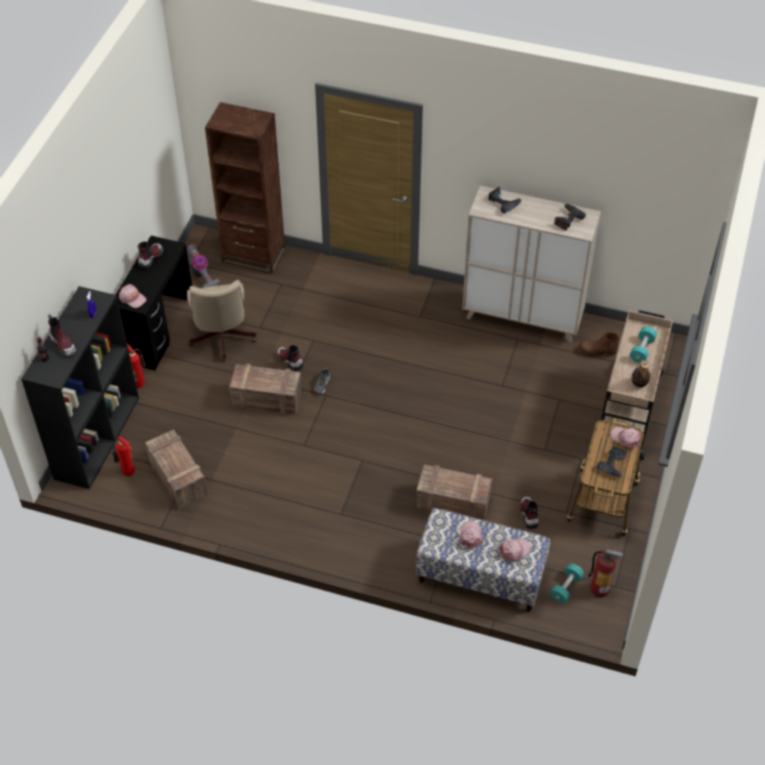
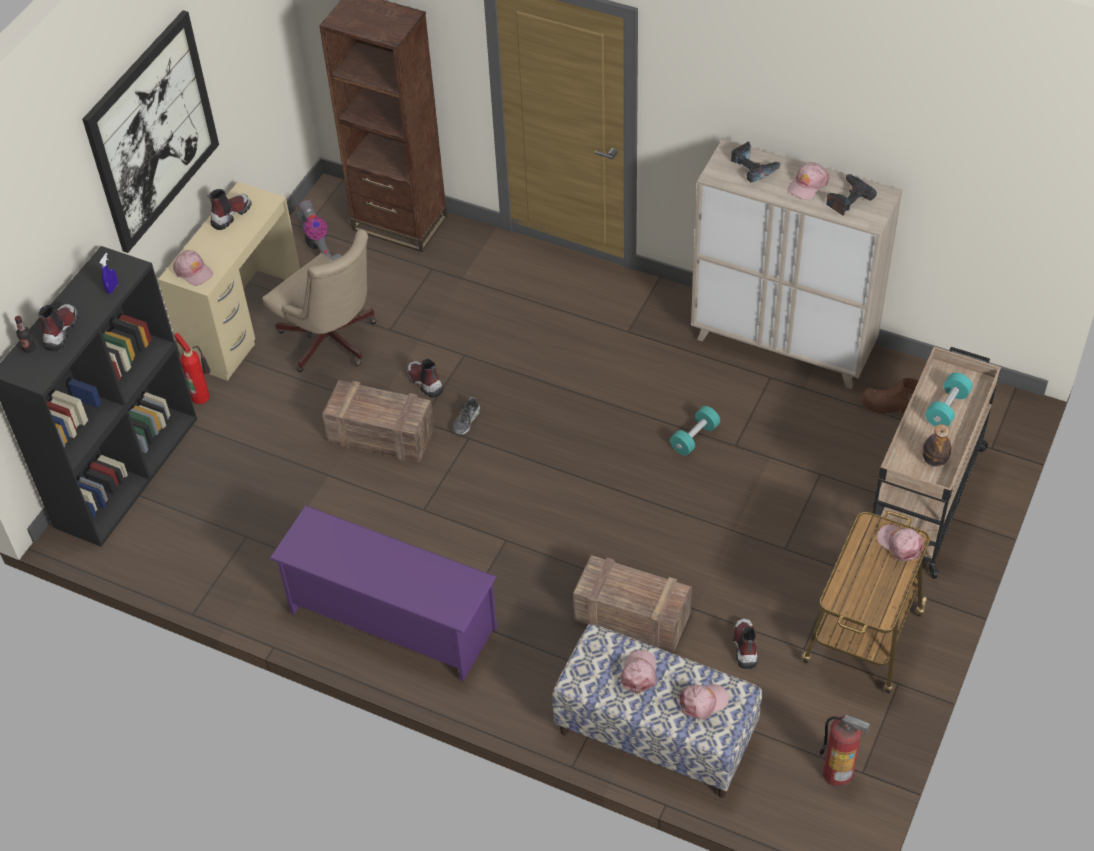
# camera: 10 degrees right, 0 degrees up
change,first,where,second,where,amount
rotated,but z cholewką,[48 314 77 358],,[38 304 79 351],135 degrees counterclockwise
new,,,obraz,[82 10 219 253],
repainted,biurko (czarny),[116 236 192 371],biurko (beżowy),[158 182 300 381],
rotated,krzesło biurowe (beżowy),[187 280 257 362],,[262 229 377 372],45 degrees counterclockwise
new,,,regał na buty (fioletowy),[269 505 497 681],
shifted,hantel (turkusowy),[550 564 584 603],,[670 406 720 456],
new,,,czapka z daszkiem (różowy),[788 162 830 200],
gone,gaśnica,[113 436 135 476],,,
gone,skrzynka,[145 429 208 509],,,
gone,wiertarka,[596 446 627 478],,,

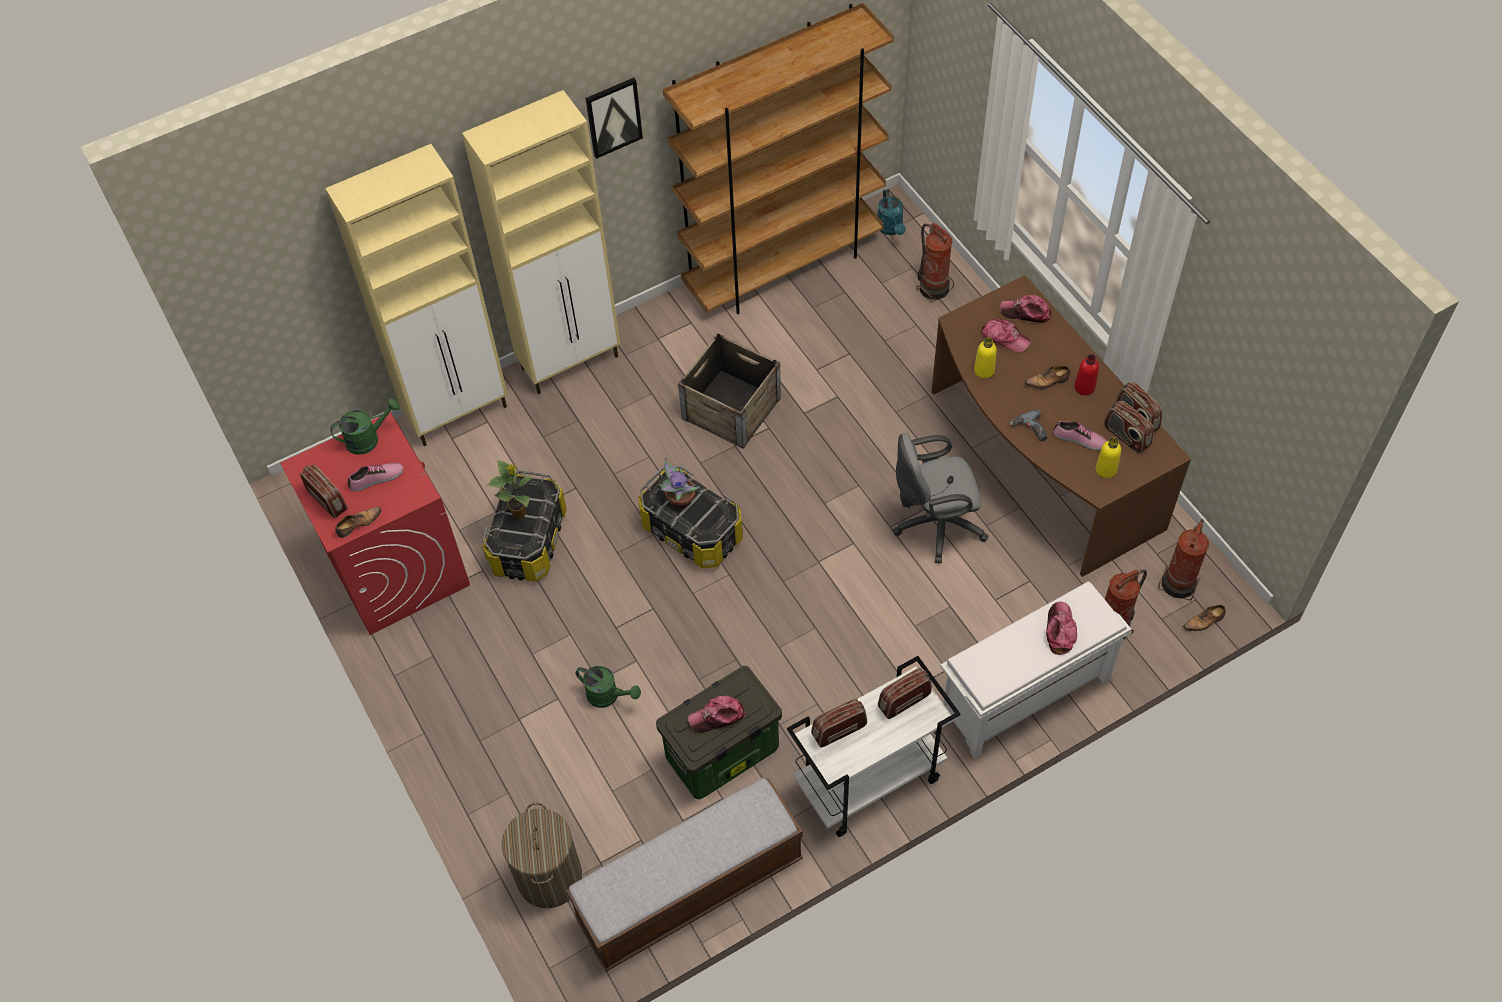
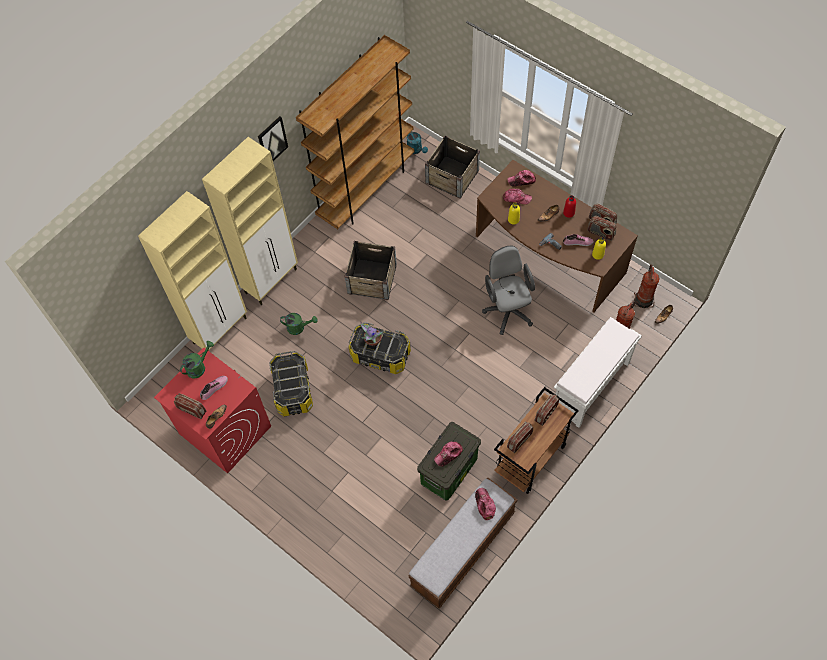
# camera: 20 degrees left, 5 degrees up
change,first,where,second,where,amount
shifted,konewka (zielony),[576 666 641 708],,[280 313 318 335],
swapped,gaśnica,[916 223 954 302],skrzynka,[425 136 480 199],
shifted,czapka z daszkiem,[1046 602 1077 655],,[475 488 496 520],
rotated,krzesło biurowe (szary),[893 433 988 563],,[482 246 535 335],105 degrees clockwise
repainted,wózek (biały),[787 656 960 837],wózek (brązowy),[494 387 579 494],
gone,roślina doniczkowa,[488 460 534 519],,,
gone,kosz na pranie,[502 803 582 908],,,

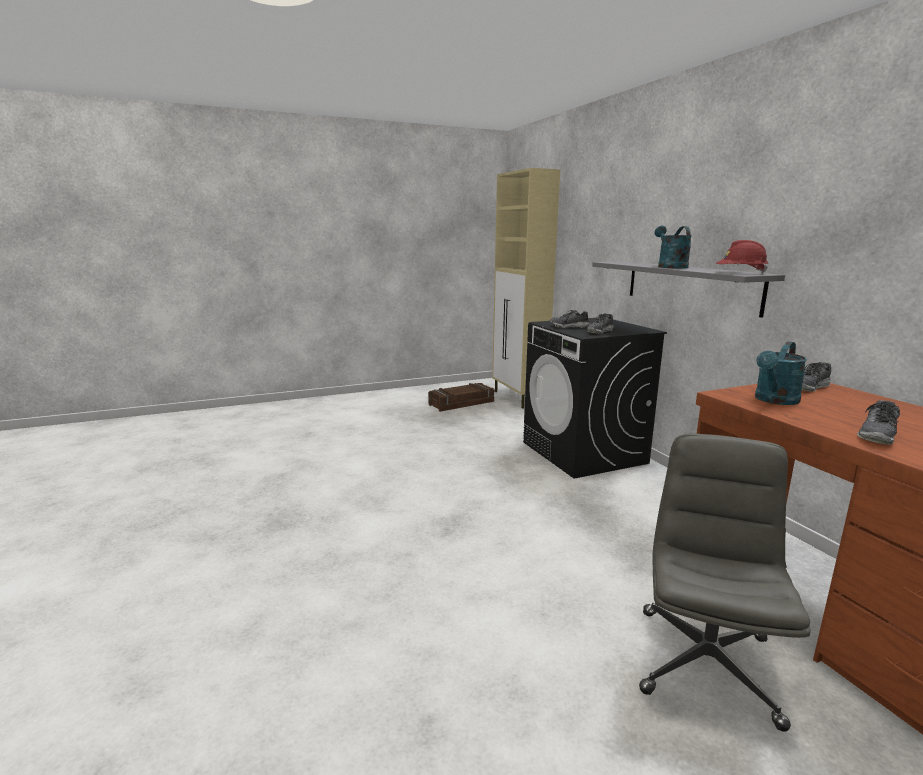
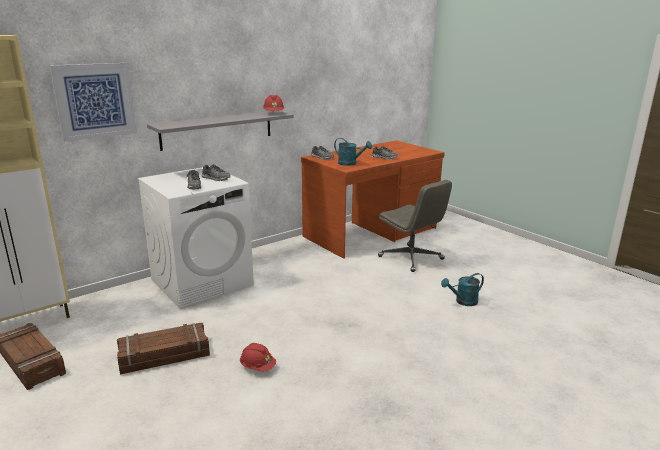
# camera: 105 degrees left, 5 degrees up
change,first,where,second,where,amount
new,,,obraz,[49 63 137 142],
new,,,skrzynka,[117 323 210 374],
repainted,pralka (czarny),[523 318 667 479],pralka (biały),[138 166 254 309],
new,,,kask (czerwony),[240 343 276 371],
rotated,krzesło biurowe (szary),[639 433 810 732],,[378 180 452 272],135 degrees counterclockwise
shifted,konewka (turkusowy),[654 226 692 269],,[441 273 484 306],

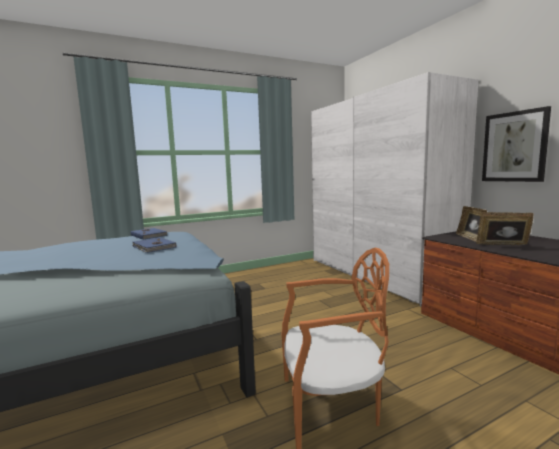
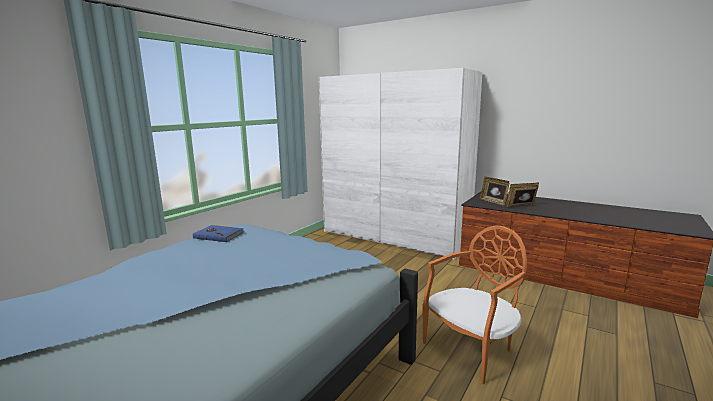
# camera: 30 degrees left, 5 degrees up
change,first,where,second,where,amount
gone,książka (niebieski),[133 237 176 253],,,
gone,obraz,[482 106 551 182],,,

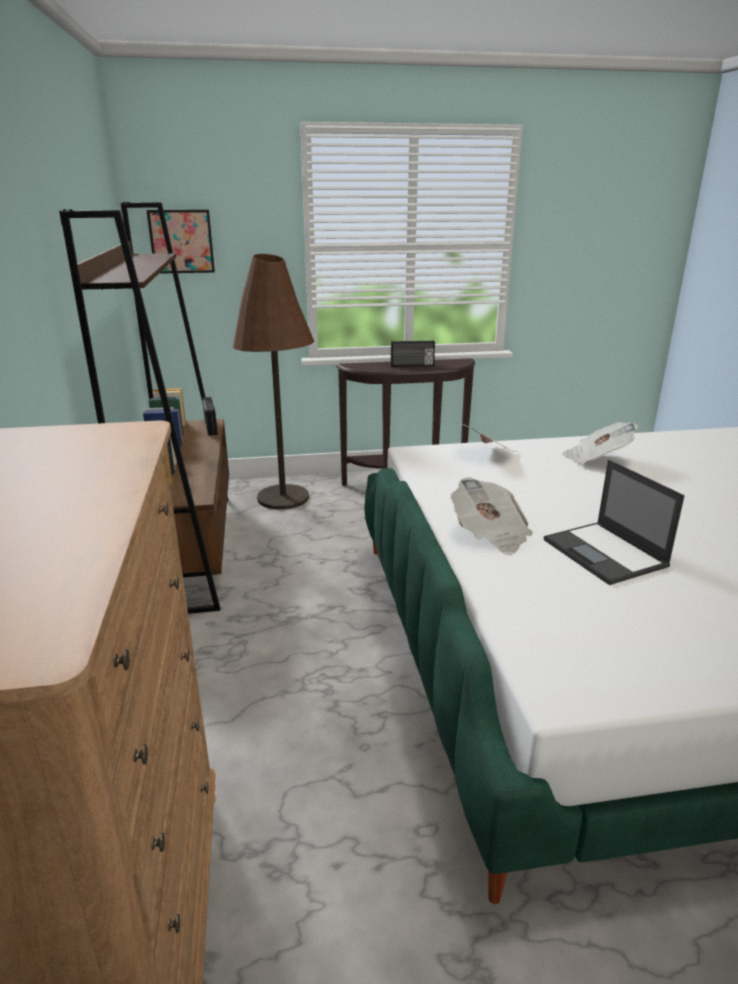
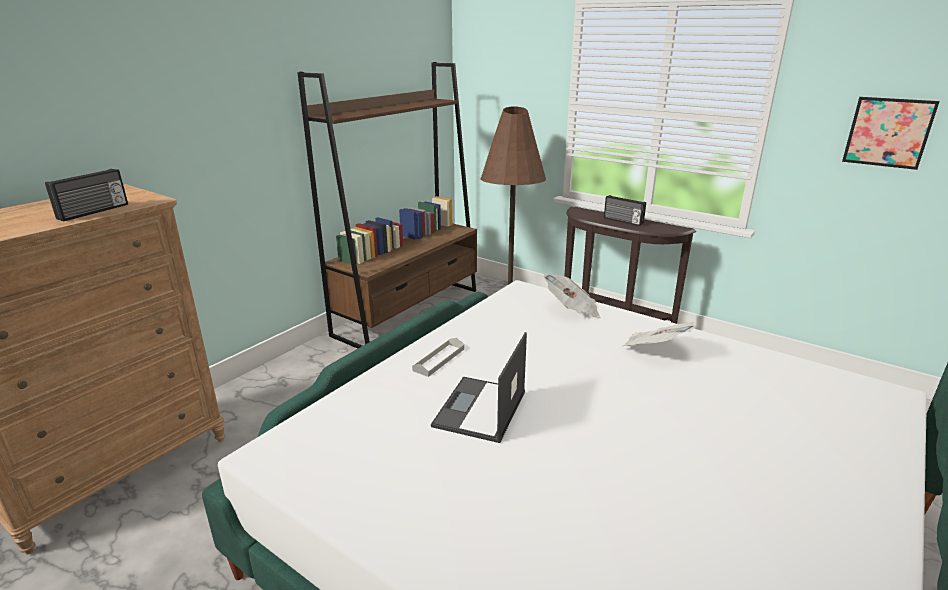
# camera: 45 degrees right, 0 degrees up
change,first,where,second,where,amount
shifted,radio,[202 397 218 436],,[45 169 128 221],
swapped,gazeta,[451 477 533 556],taca (szary),[412 338 464 377],
shifted,obraz,[146 210 215 274],,[842 97 940 170],

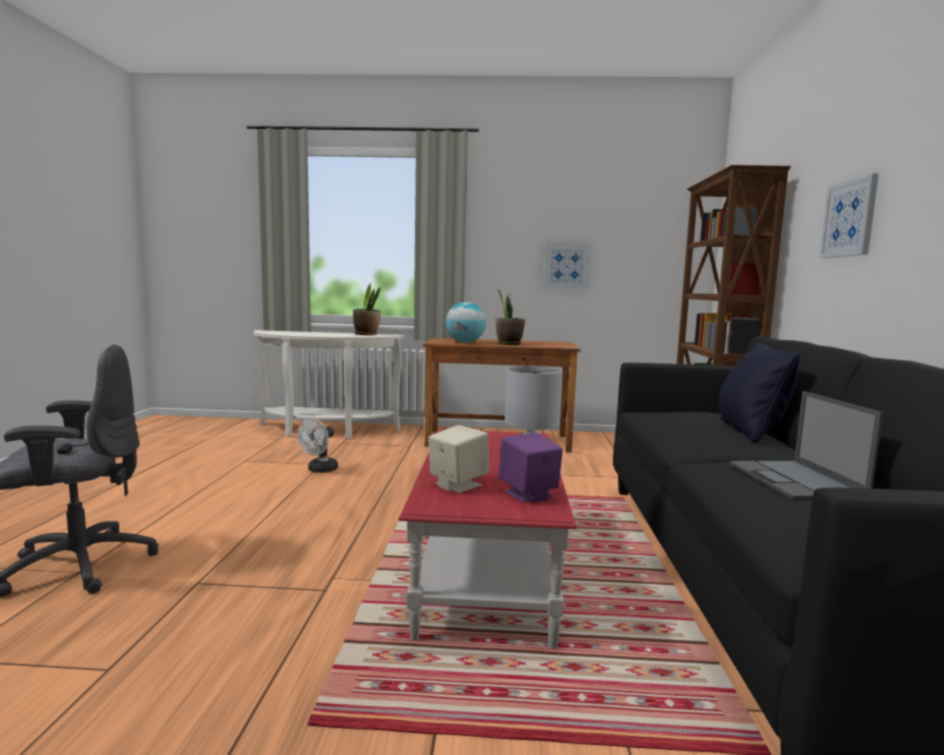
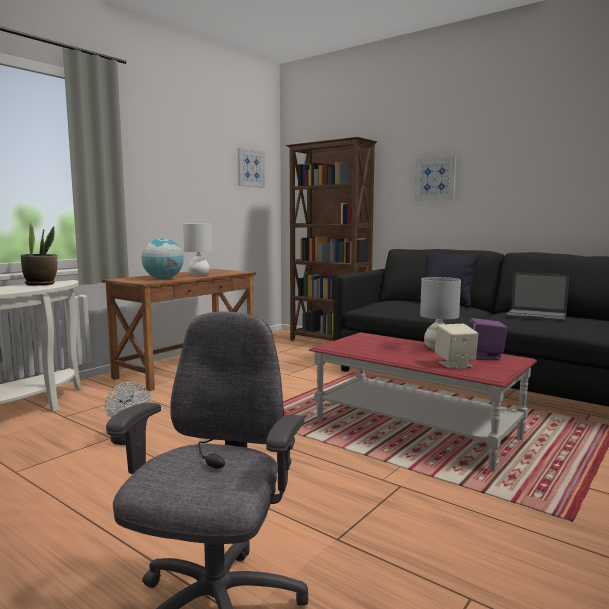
# camera: 55 degrees left, 0 degrees up
change,first,where,second,where,amount
swapped,roślina doniczkowa,[495 289 525 345],lampa stołowa (biały),[183 224 212 276],
shifted,obraz,[543 243 591 289],,[238 148 265 187],

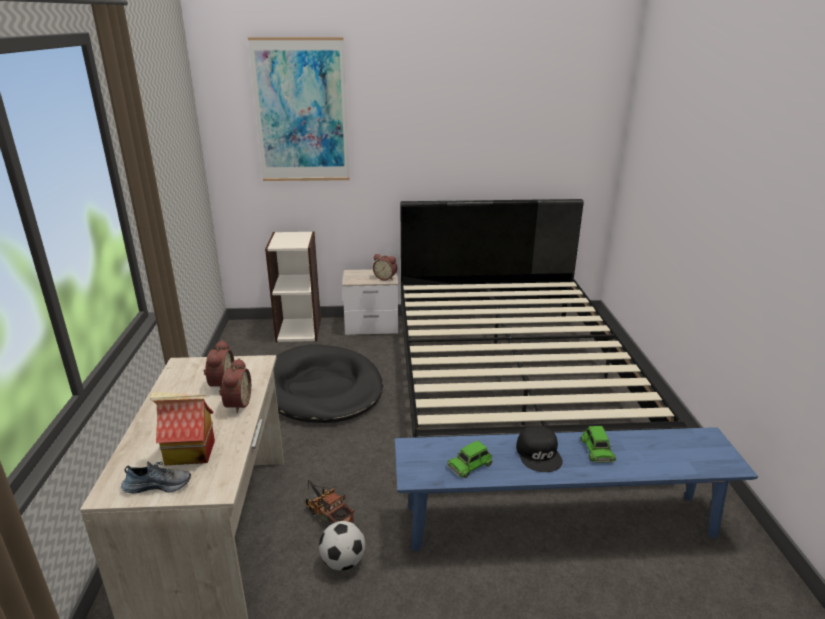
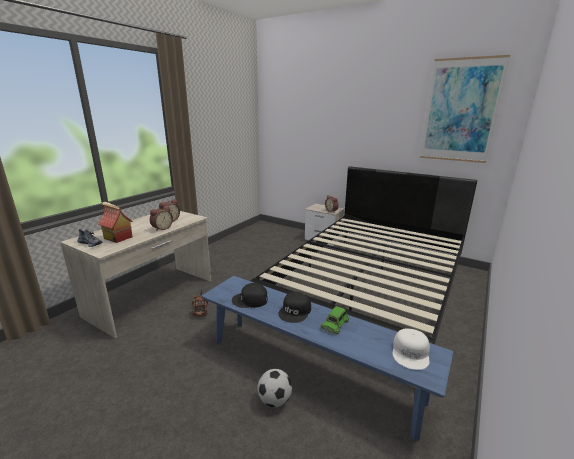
# camera: 35 degrees right, 5 degrees down
change,first,where,second,where,amount
swapped,samochodzik (zielony),[447 441 493 478],czapka z daszkiem (czarny),[232 283 268 308],
shifted,piłka futbolowa,[319 521 365 571],,[257 369 292 407],
new,,,czapka z daszkiem (biały),[393 329 430 370],
shifted,obraz,[248 37 350 181],,[420 55 510 163],
gone,regał,[265 231 321 342],,,
gone,legowisko (czarny),[273 344 383 423],,,

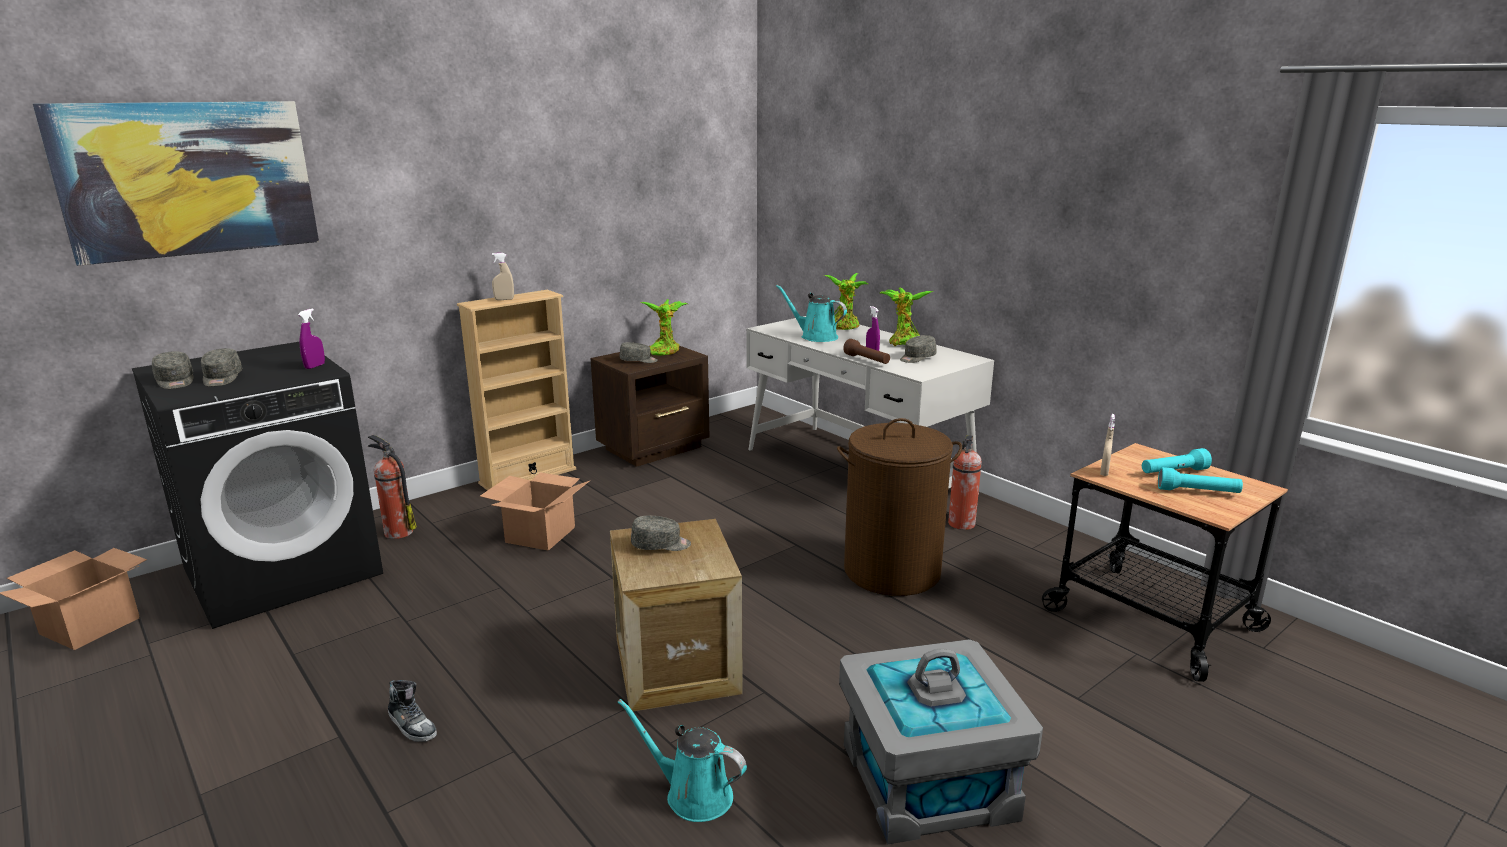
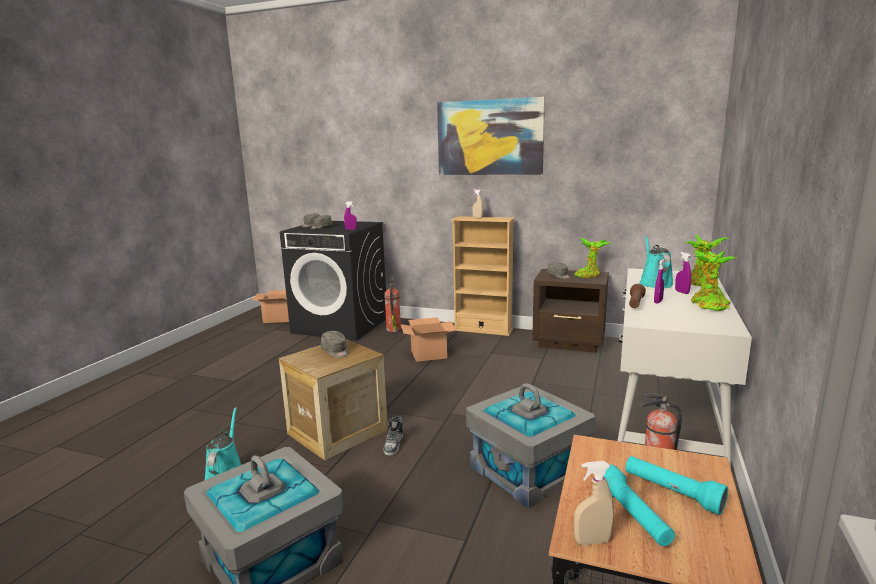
# camera: 60 degrees right, 5 degrees down
change,first,where,second,where,amount
shifted,but,[388 680 437 742],,[383 416 403 456],
shifted,obraz,[33 101 319 266],,[437 97 545 175],
swapped,kosz na pranie (brązowy),[837 418 962 596],pojemnik do przechowywania (szary),[466 383 595 509],
shifted,spryskiwacz (beżowy),[1100 414 1115 476],,[574 461 614 545],
new,,,spryskiwacz (fioletowy),[675 252 691 294],
gone,czapka z daszkiem (szary),[900 335 936 363],,,

